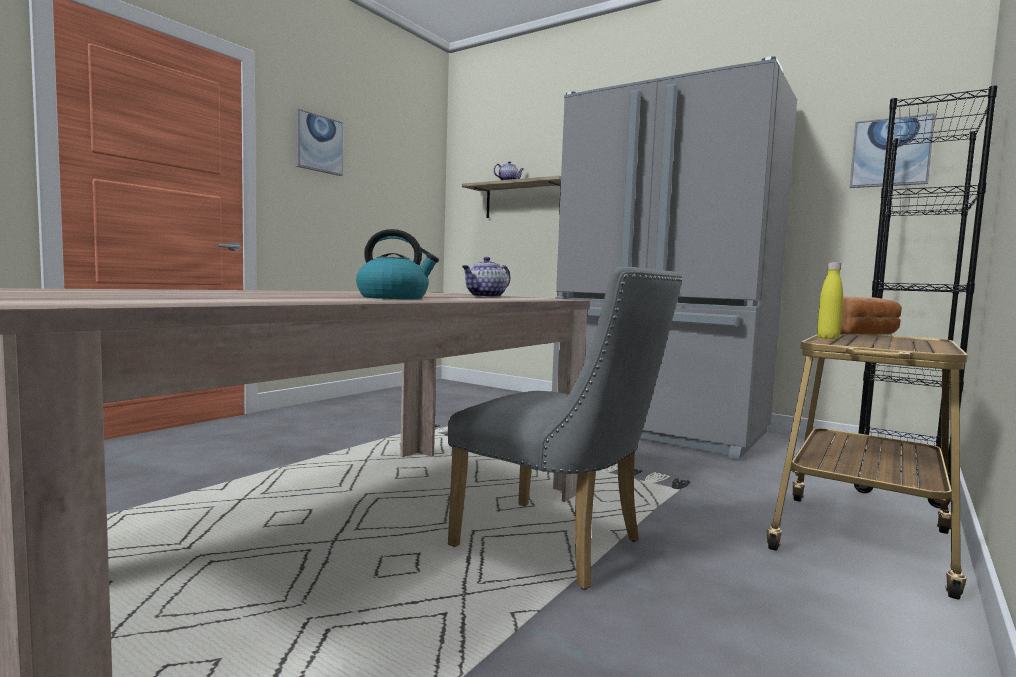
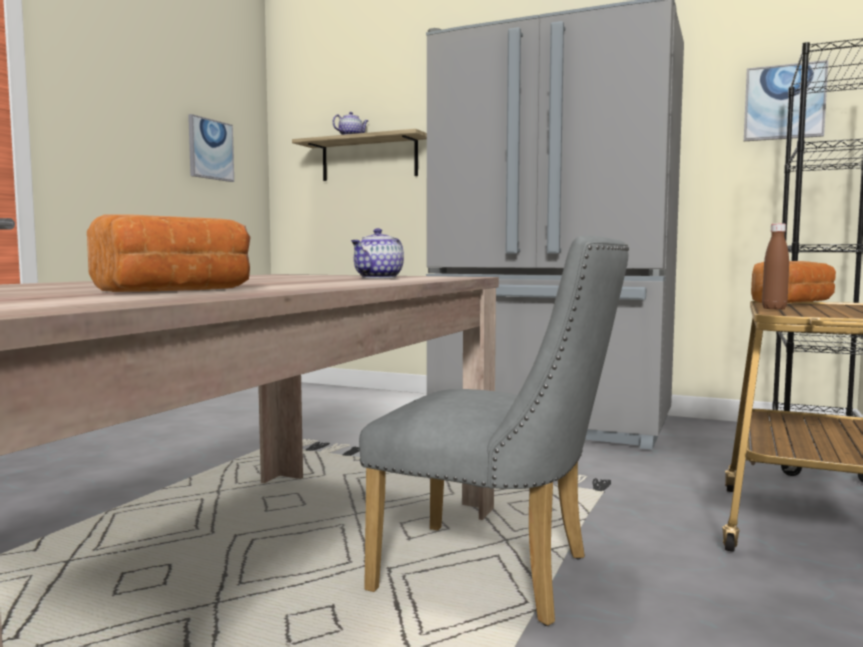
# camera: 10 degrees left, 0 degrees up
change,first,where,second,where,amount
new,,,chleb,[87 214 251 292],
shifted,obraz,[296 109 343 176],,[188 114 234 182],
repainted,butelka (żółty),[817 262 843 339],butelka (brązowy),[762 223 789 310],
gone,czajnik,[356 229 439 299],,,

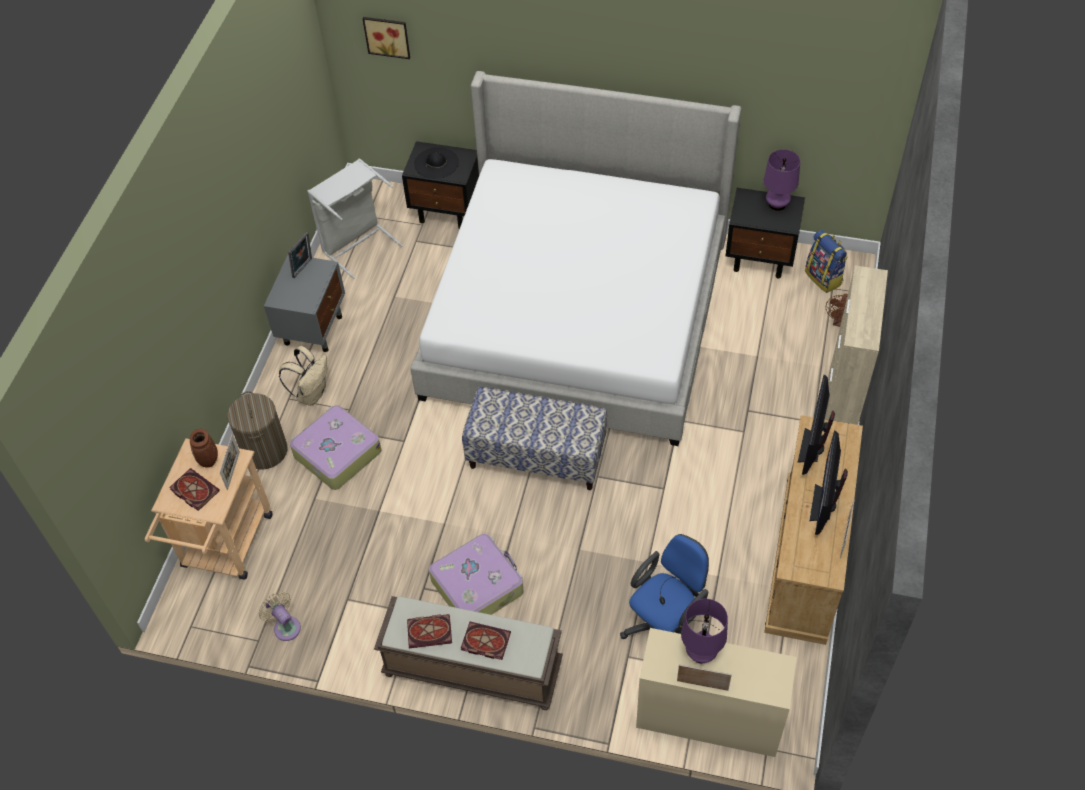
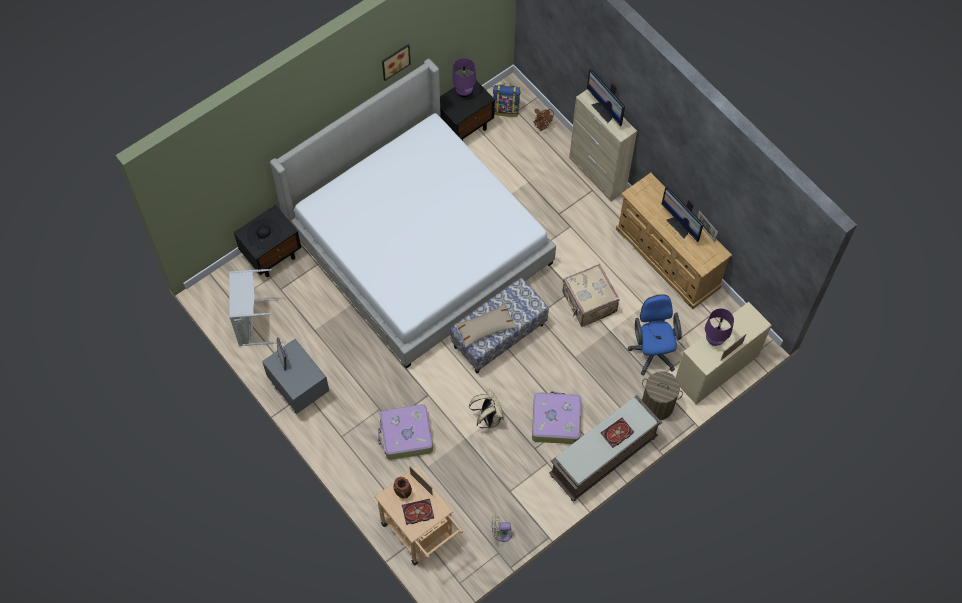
# camera: 55 degrees left, 10 degrees up
change,first,where,second,where,amount
shifted,obraz,[362 17 410 59],,[382 44 411 81],
new,,,poduszka (beżowy),[455 303 518 348],
shifted,plecak (beżowy),[279 346 328 406],,[469 389 504 429],
new,,,walizka (beżowy),[562 264 619 327],
shifted,monitor,[797 375 835 475],,[587 69 625 126],
shifted,kosz na pranie,[227 391 288 470],,[642 372 683 420],
gone,książka,[407 614 452 648],,,

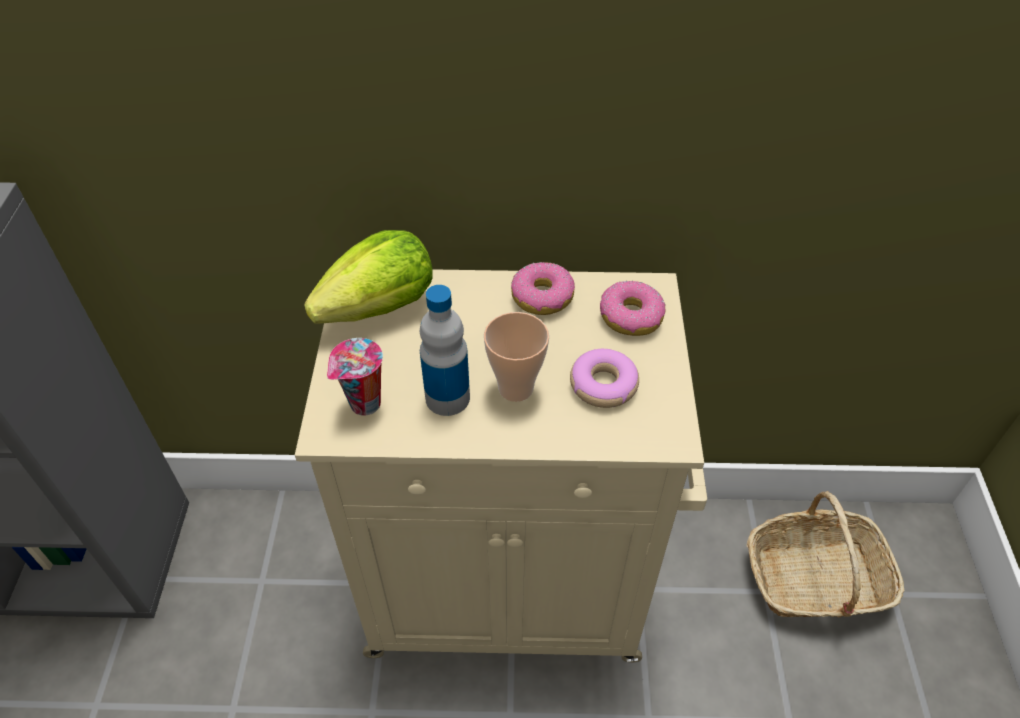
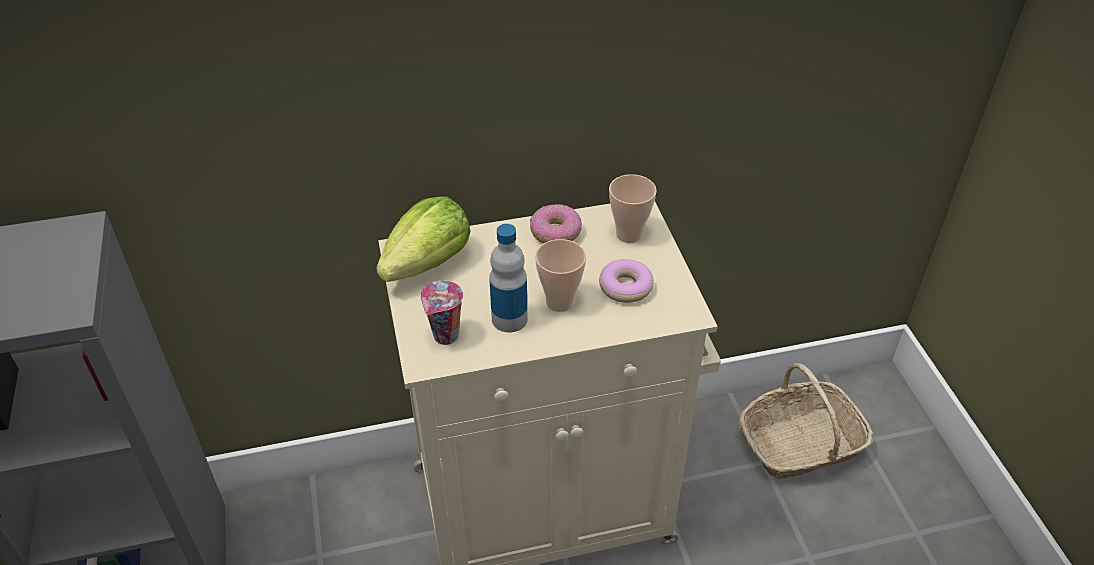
# camera: 15 degrees left, 5 degrees down
change,first,where,second,where,amount
swapped,donut,[600 281 666 336],filiżanka,[609 174 657 243],

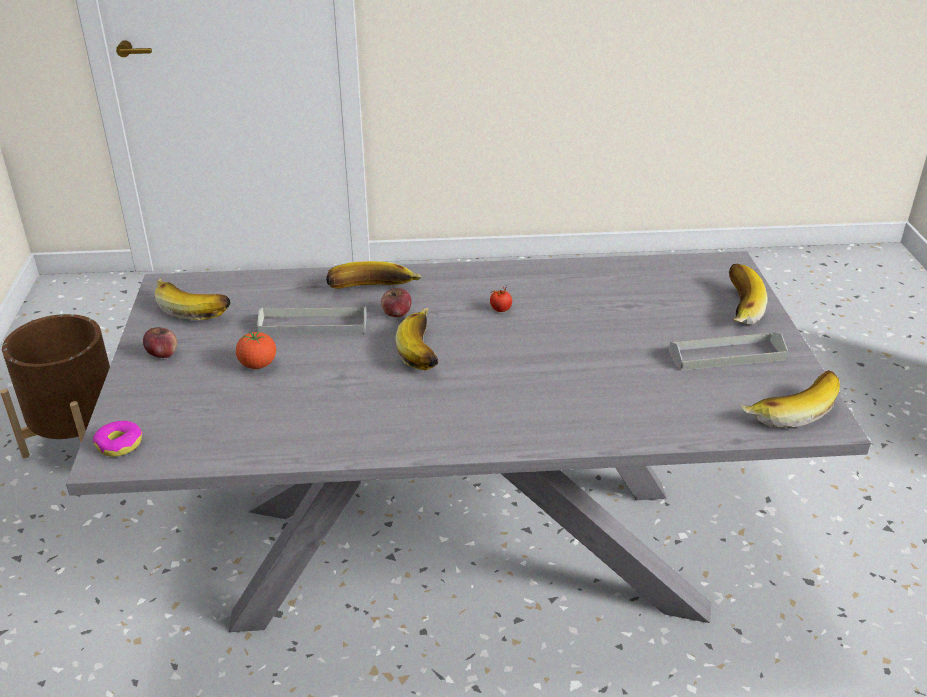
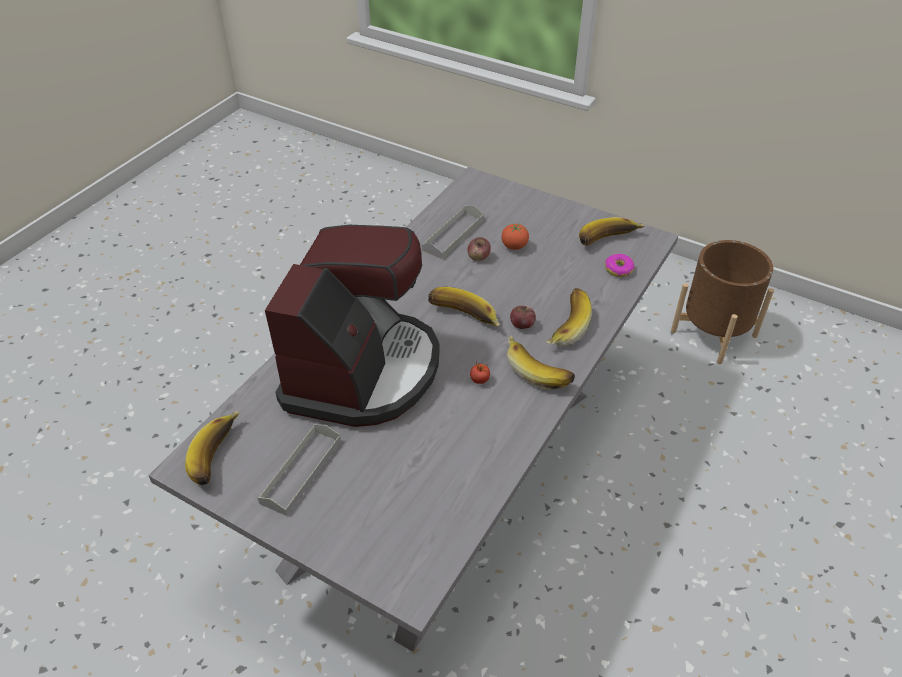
# camera: 125 degrees right, 10 degrees up
change,first,where,second,where,amount
new,,,ekspres do kawy,[265 225 439 427],
shifted,taca (szary),[257 306 367 335],,[422 205 484 259],
shifted,jabłko,[143 327 177 358],,[468 237 491 261],
shifted,banan,[729 264 768 325],,[507 336 575 389],
shifted,donut,[93 421 143 457],,[605 254 634 277],

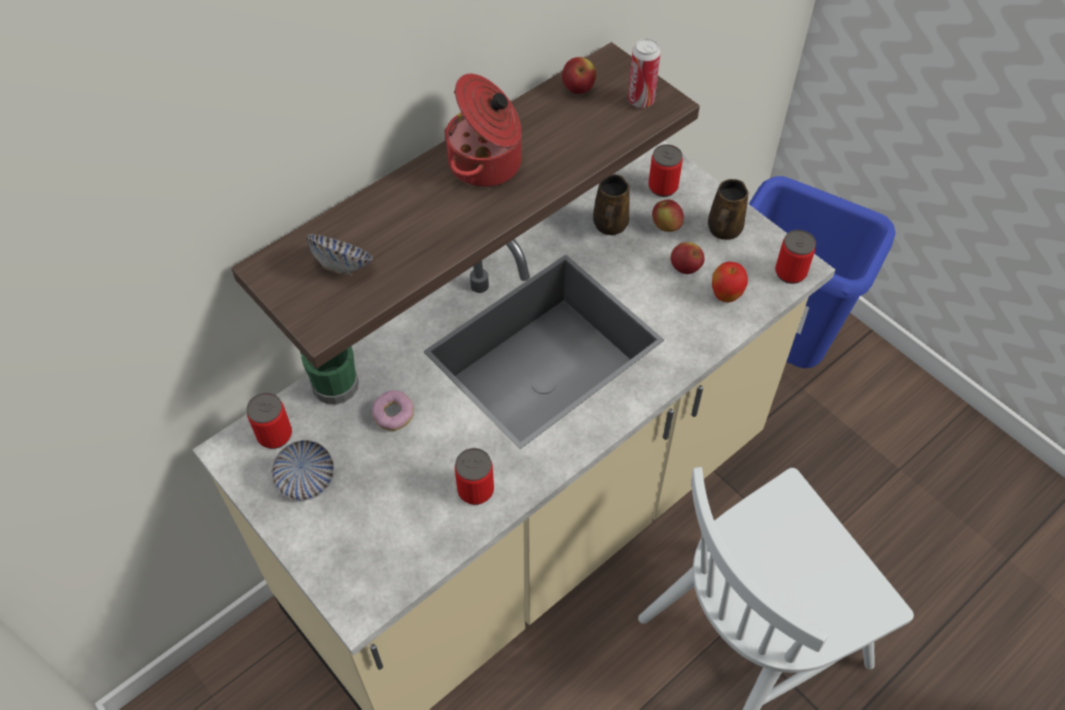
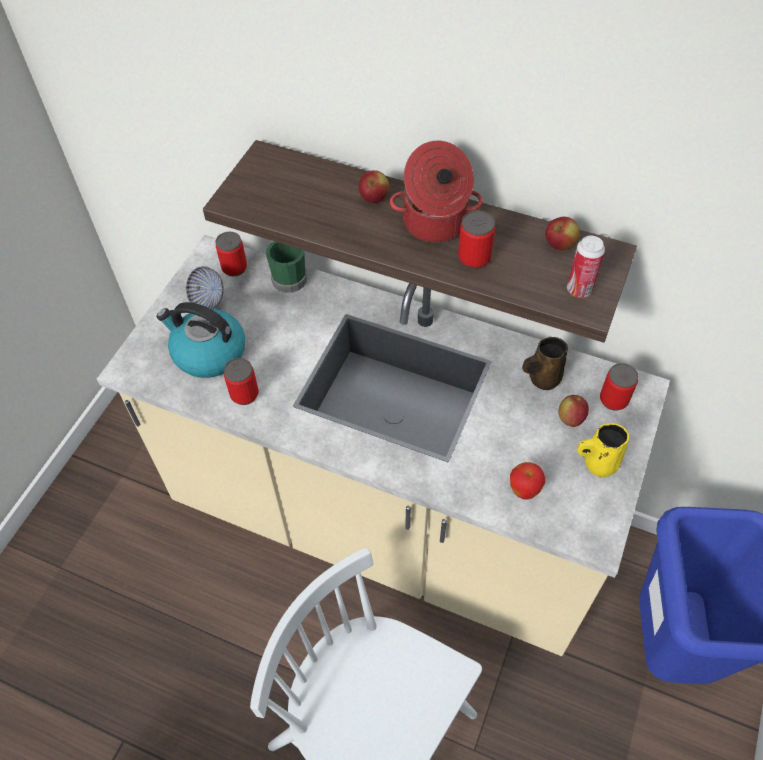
# camera: 65 degrees right, 0 degrees up
change,first,where,second,where,amount
new,,,czajnik,[157 302 245 378],
shifted,jabłko,[671 242 705 274],,[359 170 389 203],
shifted,puszka,[775 230 816 284],,[458 210 495 269],
repainted,kubek (brązowy),[708 179 749 240],kubek (żółty),[577 423 629 477],
gone,miska,[307 234 373 276],,,
gone,donut,[372 390 414 431],,,

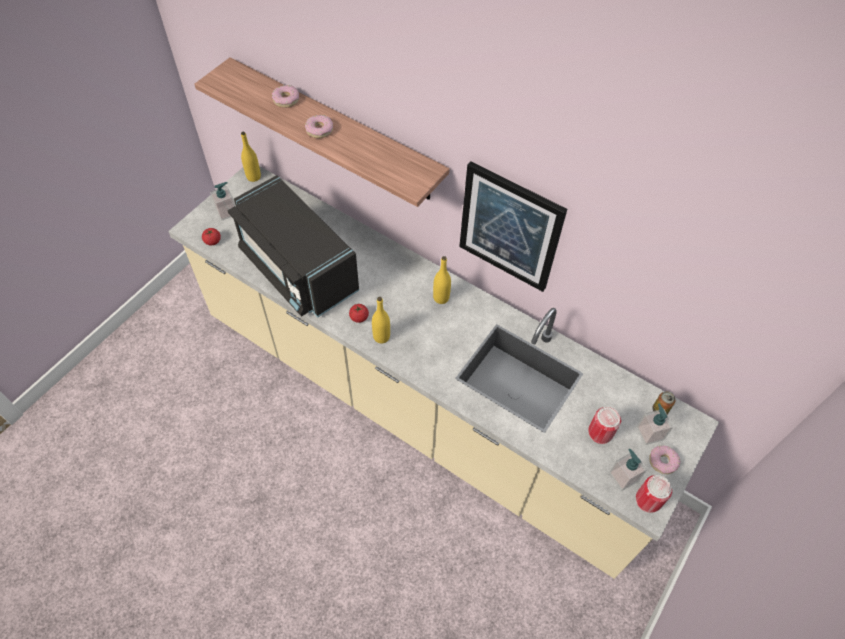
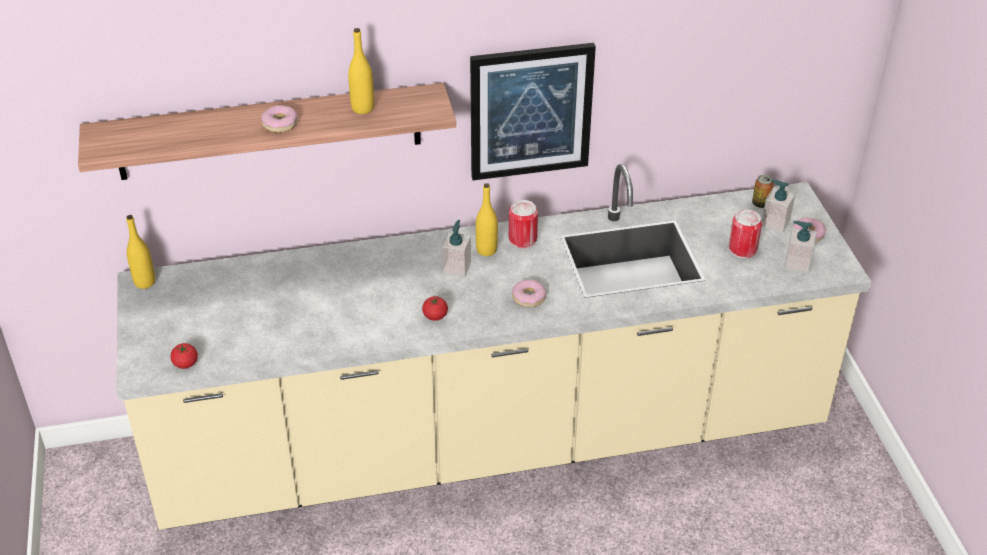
# camera: 45 degrees left, 15 degrees down
change,first,where,second,where,amount
shifted,butelka (żółty),[372 297 390 343],,[348 28 374 114],
shifted,dozownik mydła,[210 182 235 220],,[441 220 471 278],
shifted,puszka,[636 475 672 513],,[509 200 538 248],
shifted,donut,[272 85 299 108],,[512 280 546 307],
gone,mikrofalówka (czarny),[228 175 359 317],,,

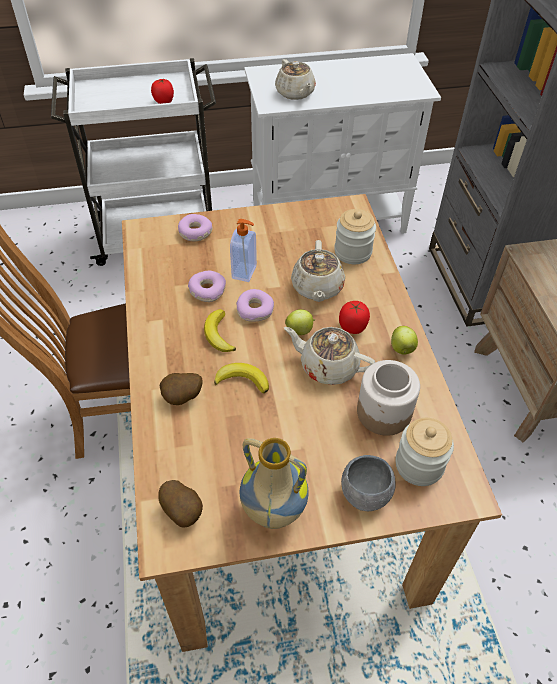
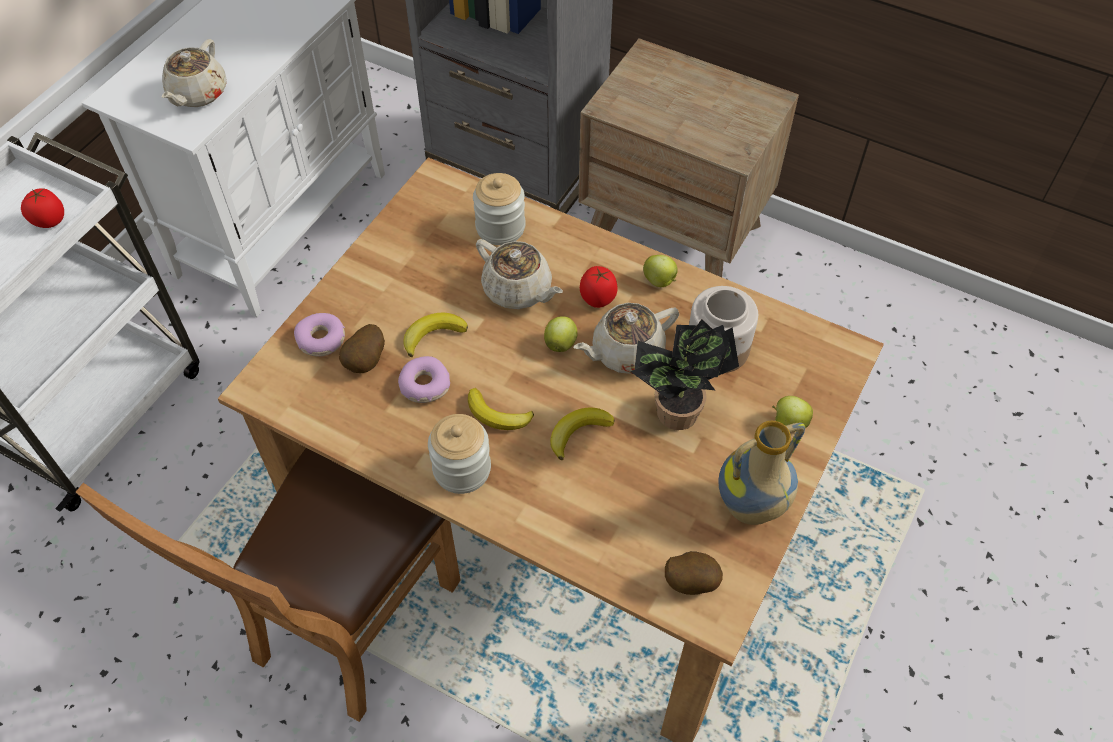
# camera: 50 degrees left, 5 degrees up
change,first,where,second,where,amount
rotated,imbryk (beżowy),[275 59 316 100],,[161 39 227 107],90 degrees clockwise
shifted,ziemniak,[160 373 203 405],,[339 324 385 373],
swapped,dozownik mydła,[230 219 257 282],banan,[403 313 468 357],
shifted,słoik,[395 418 454 486],,[428 414 491 494],
new,,,roślina doniczkowa,[630 319 739 430],
swapped,miska (szary),[341 455 396 511],jabłko,[772 396 813 427],
gone,donut,[236 289 274 322],,,

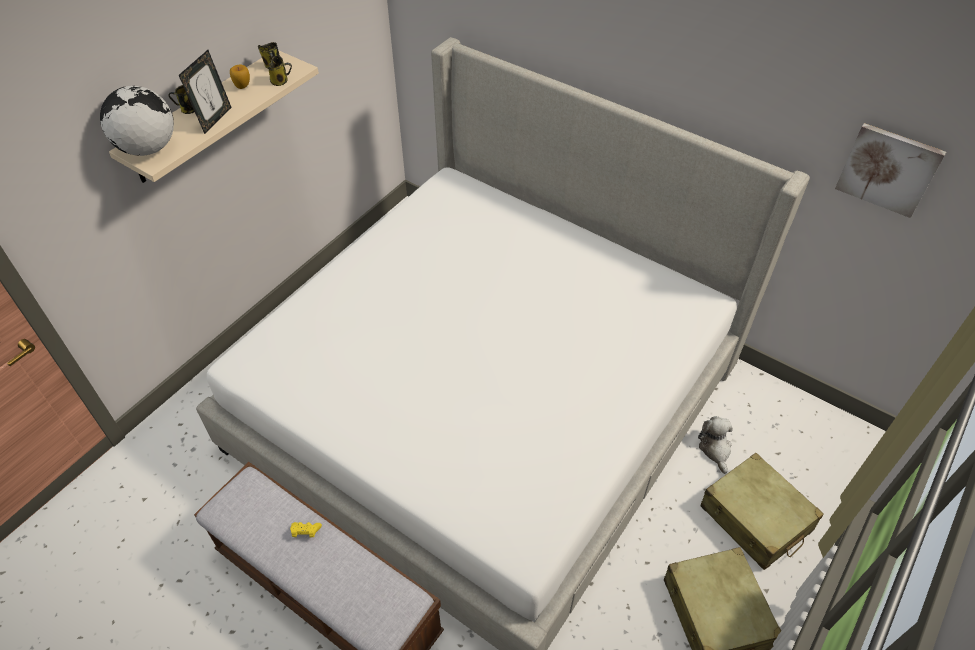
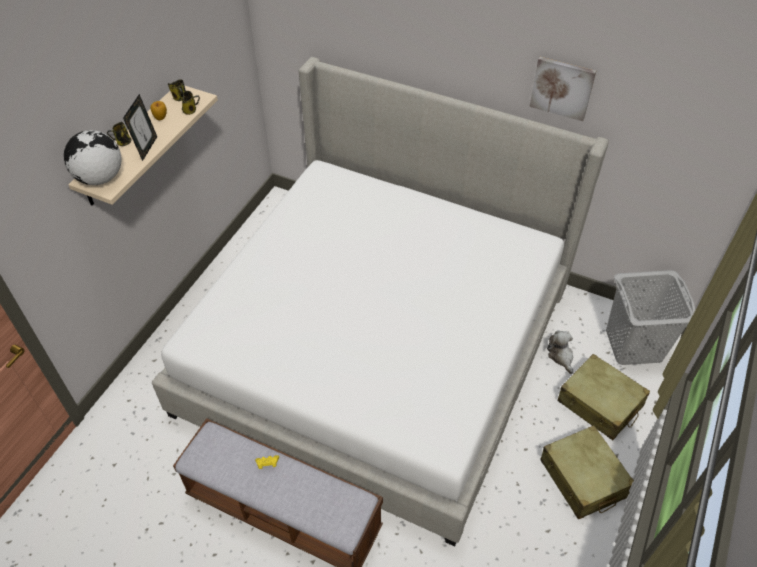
# camera: 10 degrees left, 0 degrees up
change,first,where,second,where,amount
shifted,obraz,[835 123 946 218],,[529 57 596 121],
new,,,kosz na pranie (szary),[606 270 695 365],

